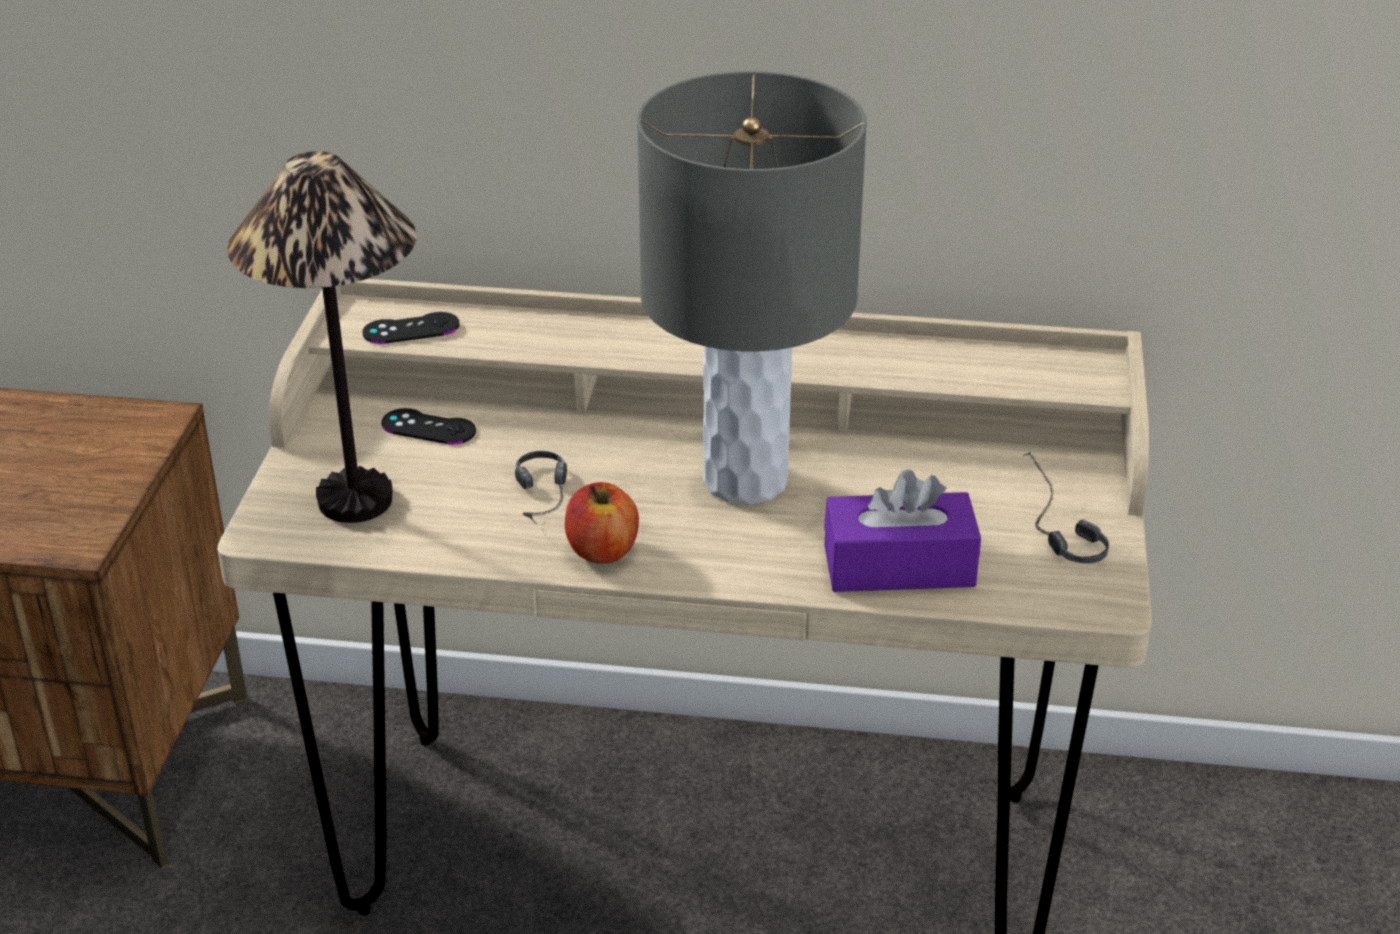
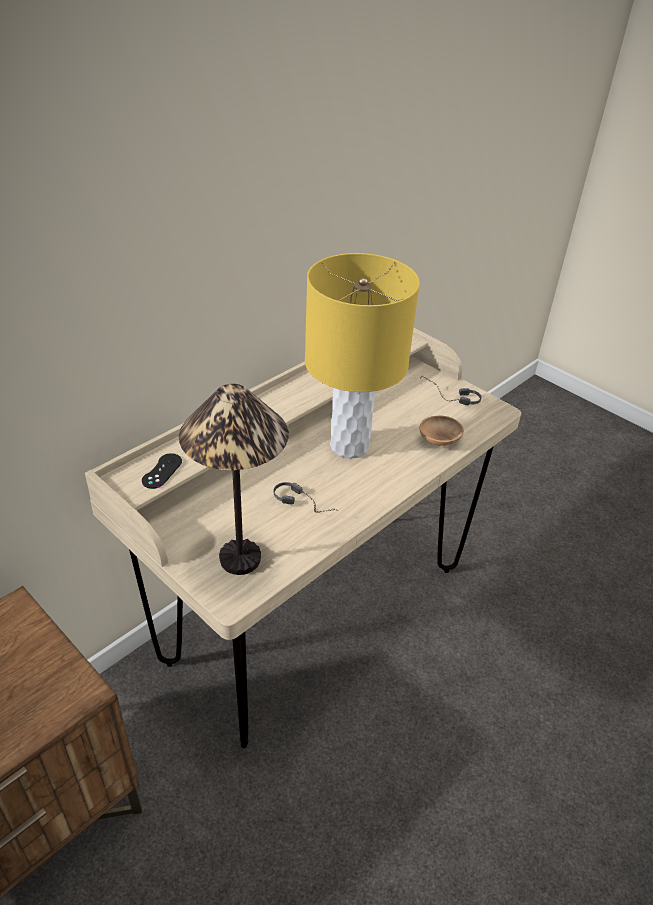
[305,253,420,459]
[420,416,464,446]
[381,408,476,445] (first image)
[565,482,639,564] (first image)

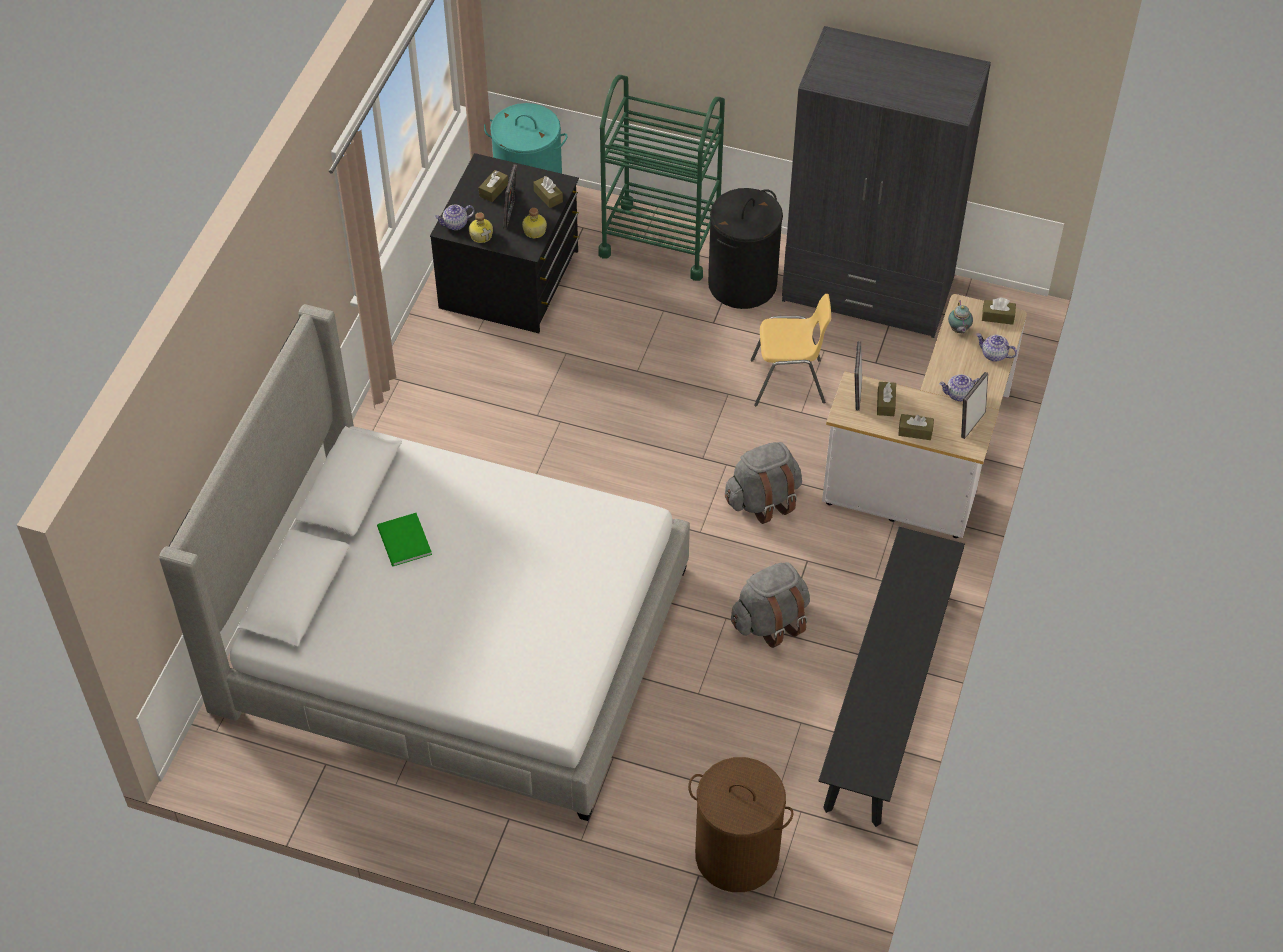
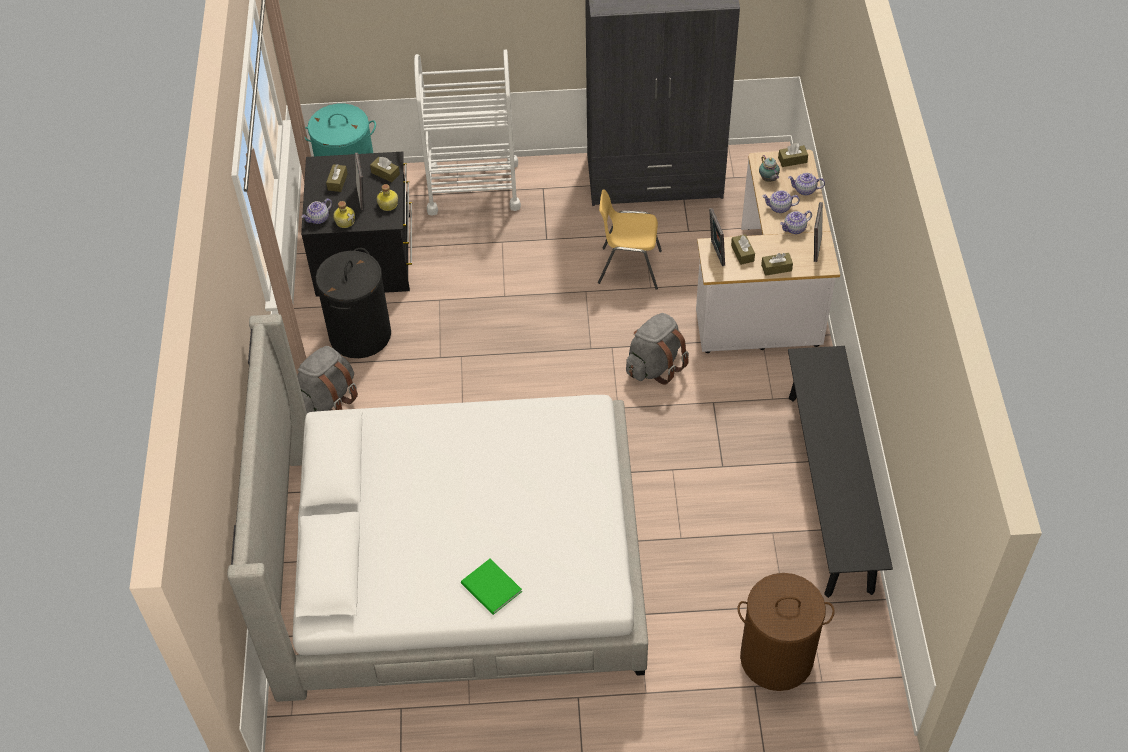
[297,346,358,413]
[315,248,391,358]
[414,49,521,216]
[461,559,522,615]
[598,189,662,290]
[762,190,800,213]

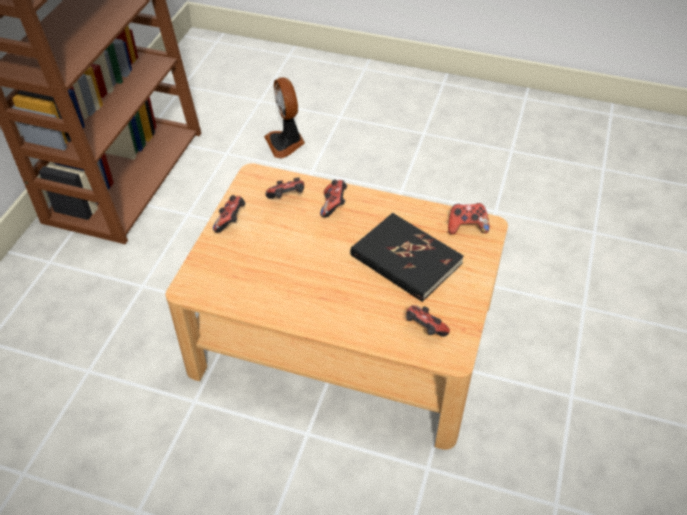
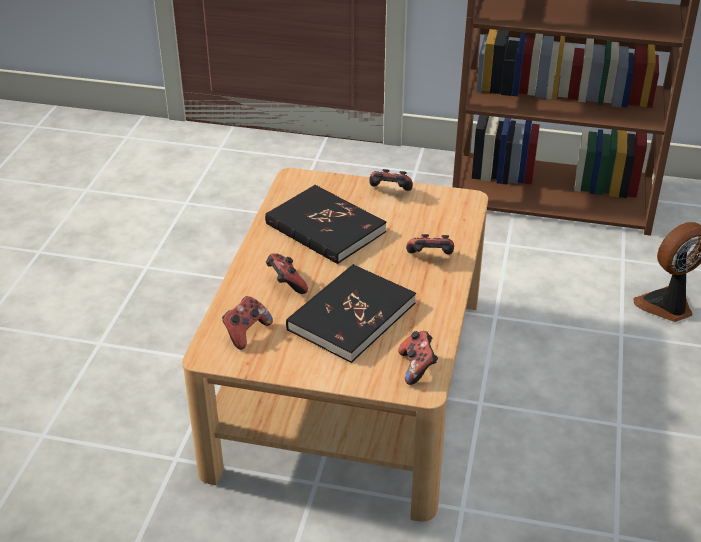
[265,185,386,264]
[266,254,308,294]

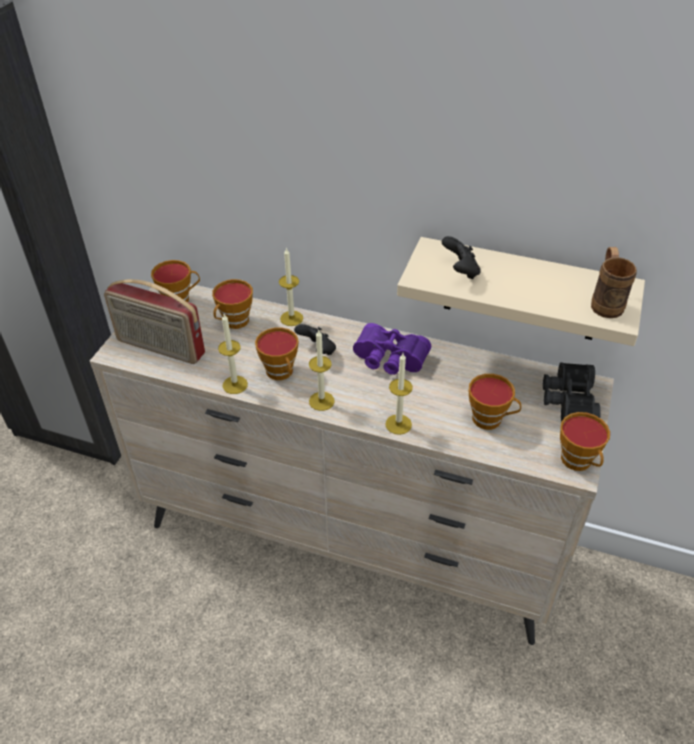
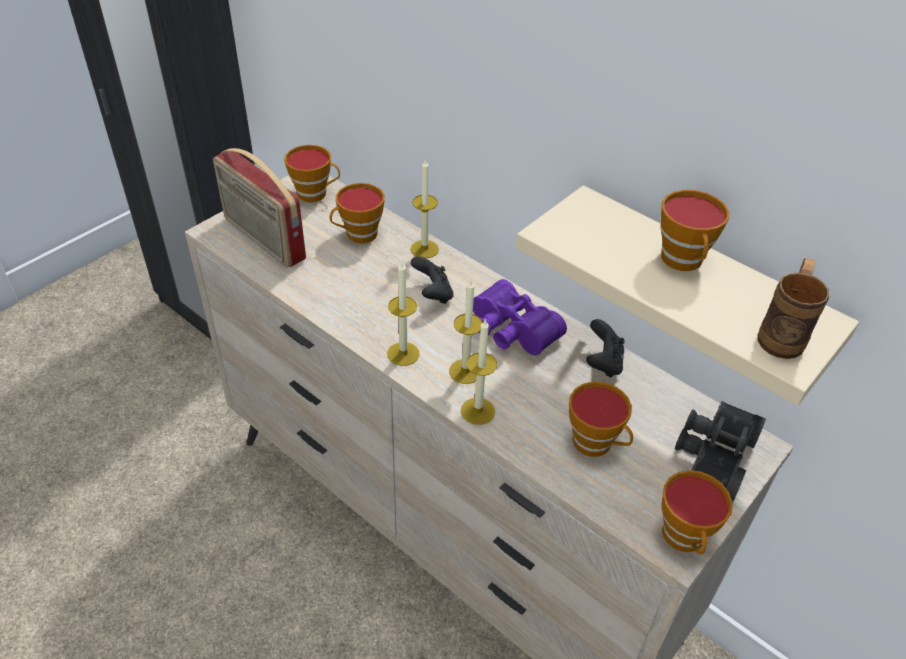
[449,280,483,384]
[586,319,625,377]
[661,190,729,271]

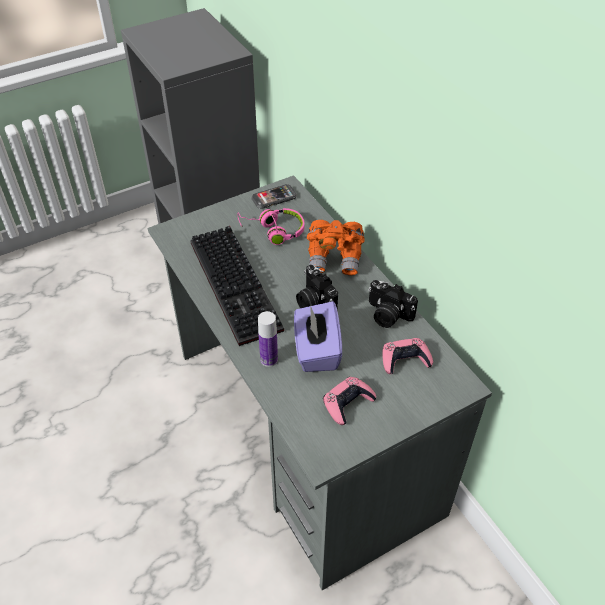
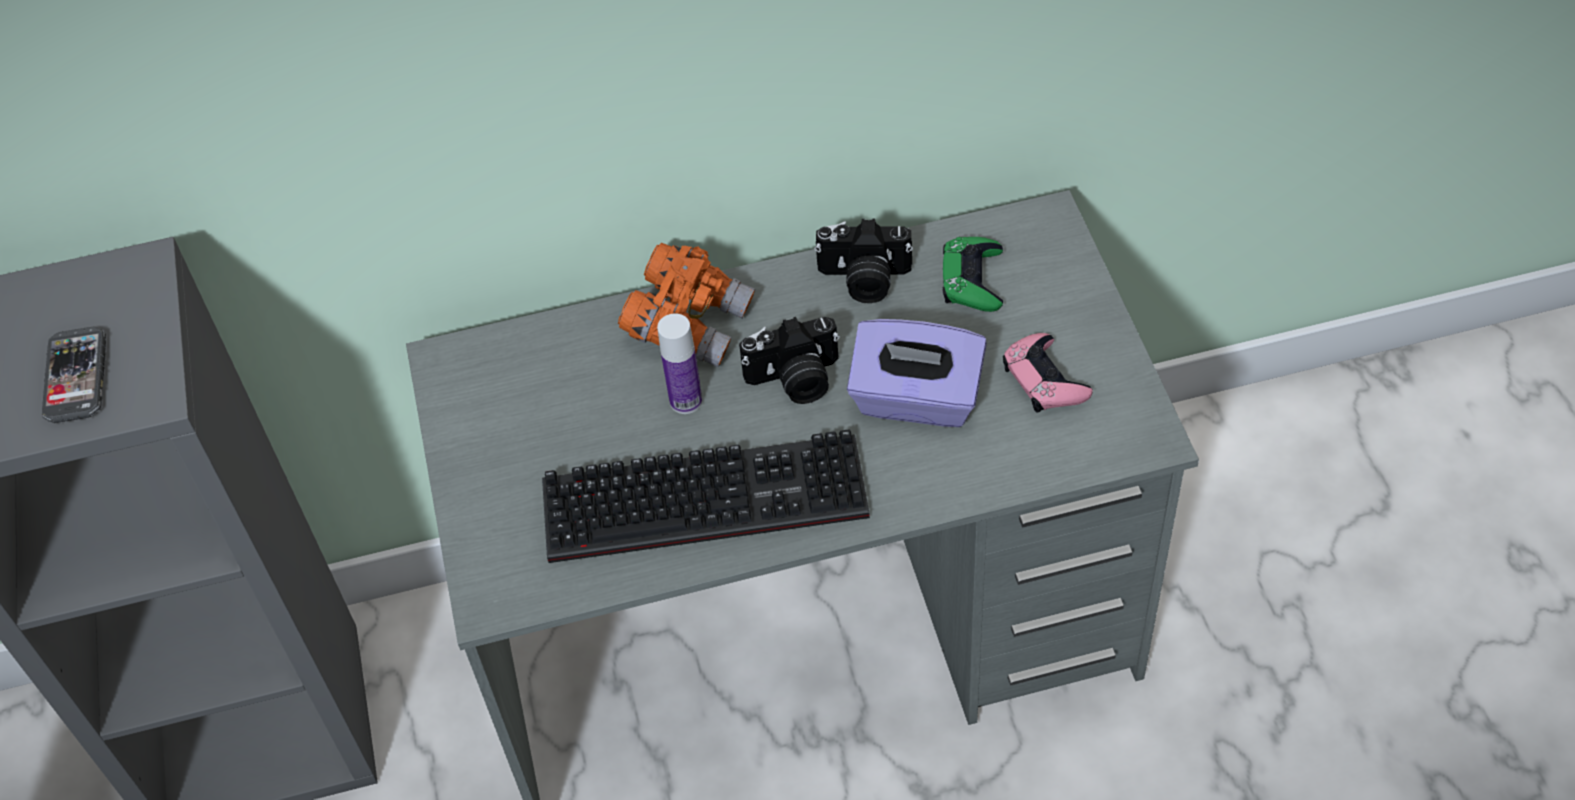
[42,327,106,423]
[657,313,702,414]
[814,219,913,303]
[942,237,1003,312]
[238,208,305,245] (first image)

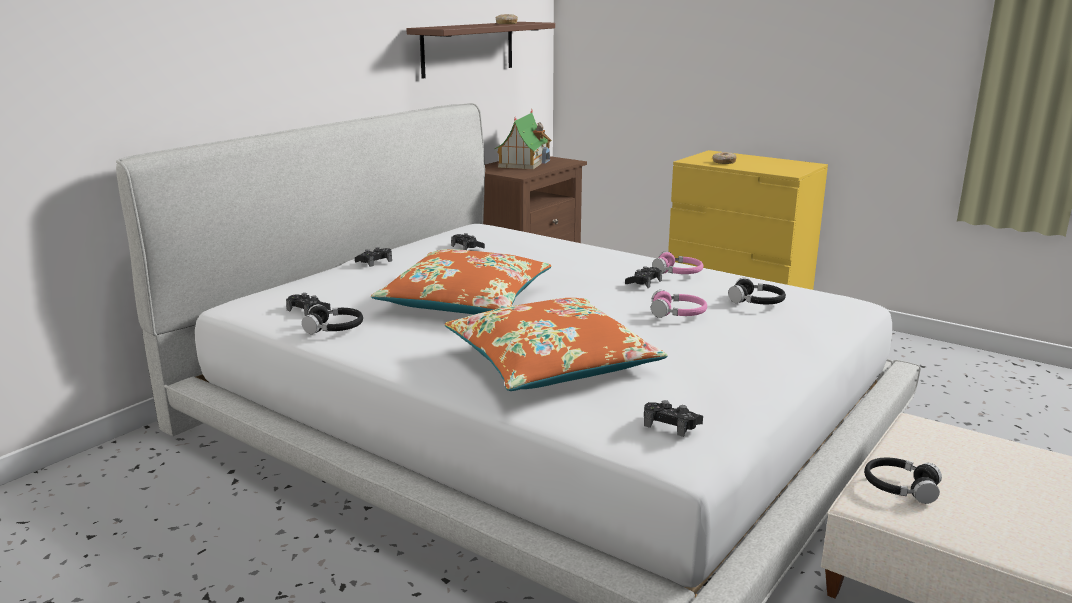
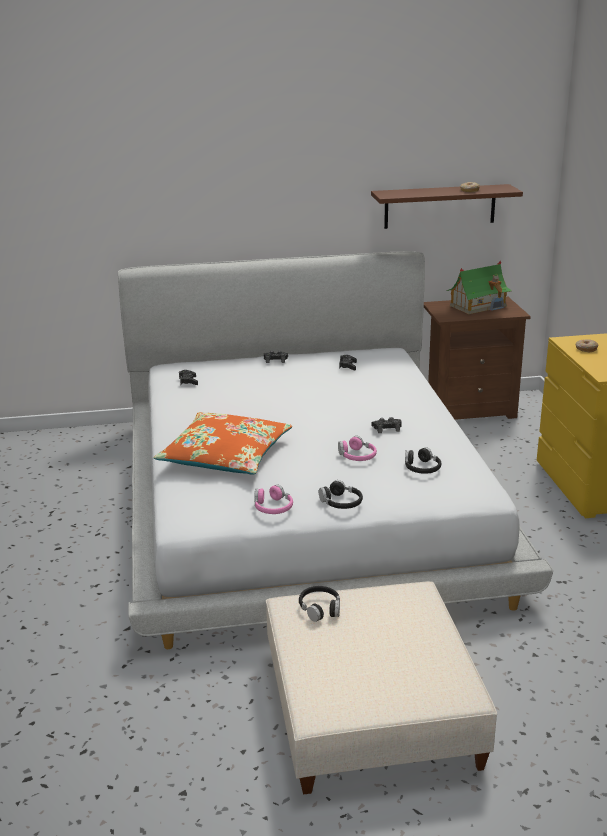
[255,484,293,514]
[319,480,363,509]
[371,249,552,314] (first image)
[644,400,703,437] (first image)

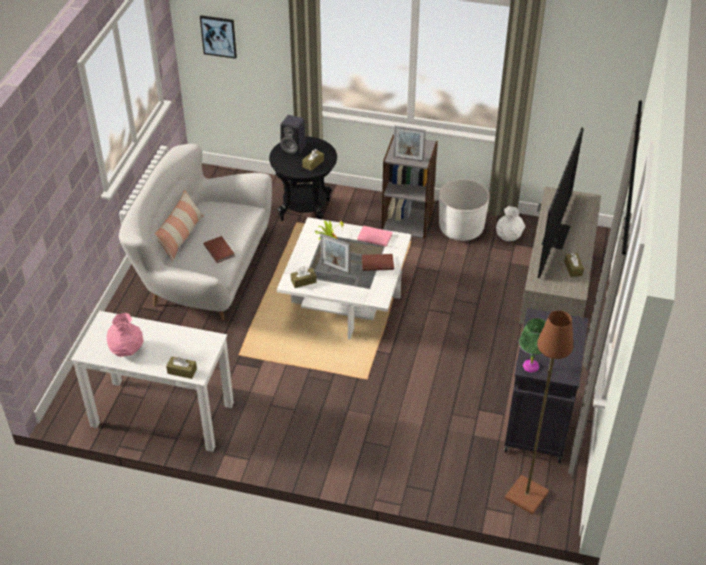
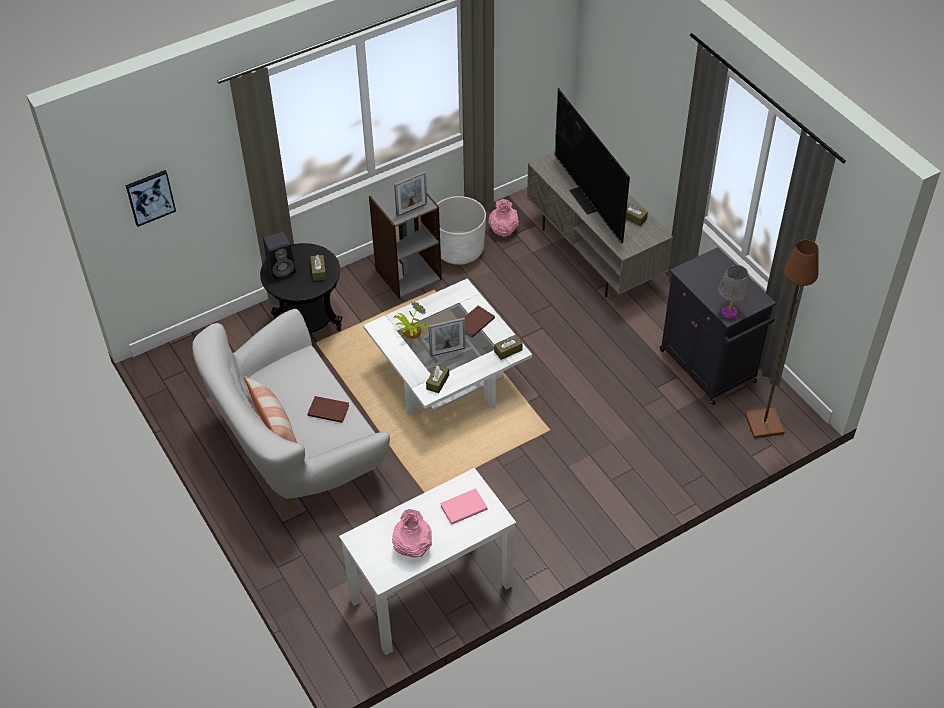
[440,488,488,525]
[488,199,519,236]
[494,335,523,360]
[718,265,750,319]

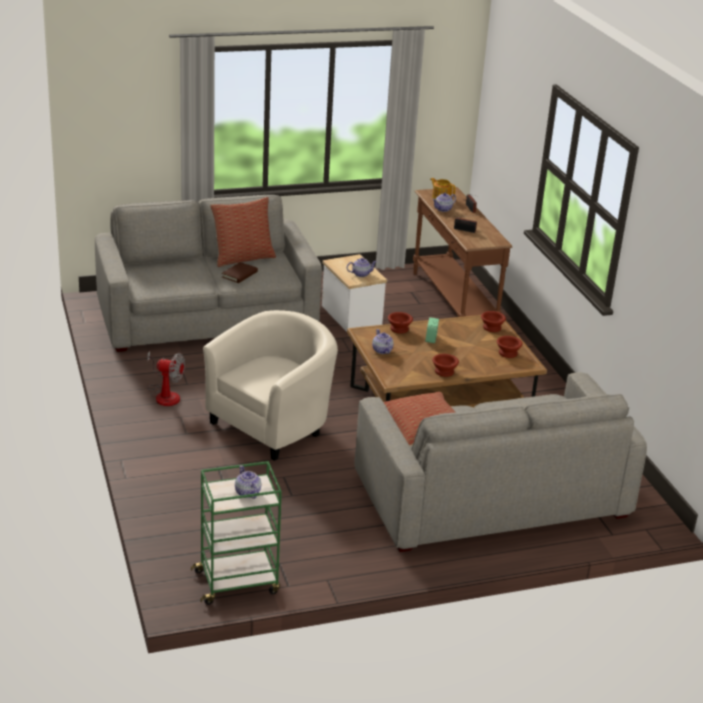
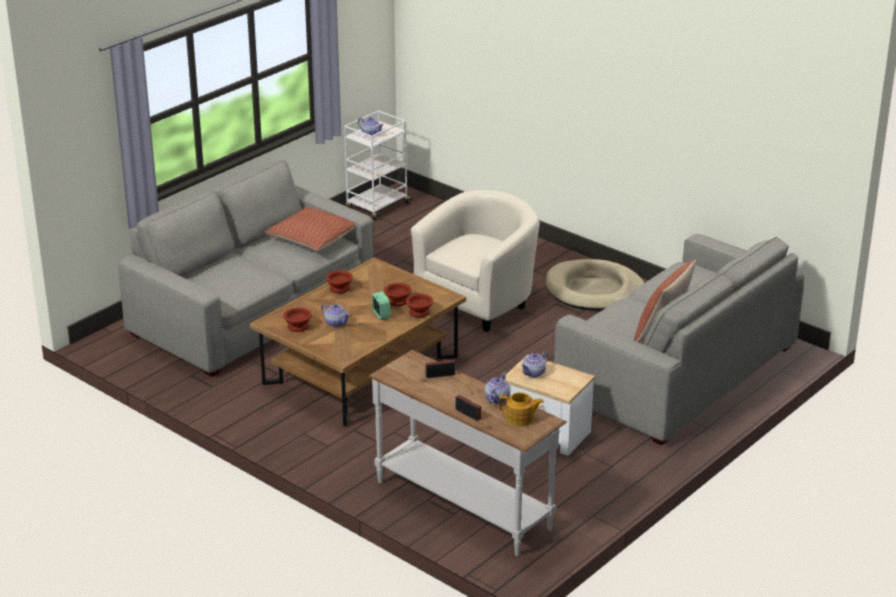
[321,304,350,327]
[344,110,413,221]
[368,350,567,556]
[384,283,411,306]
[411,190,540,332]
[546,259,644,311]
[222,262,258,283] (first image)

